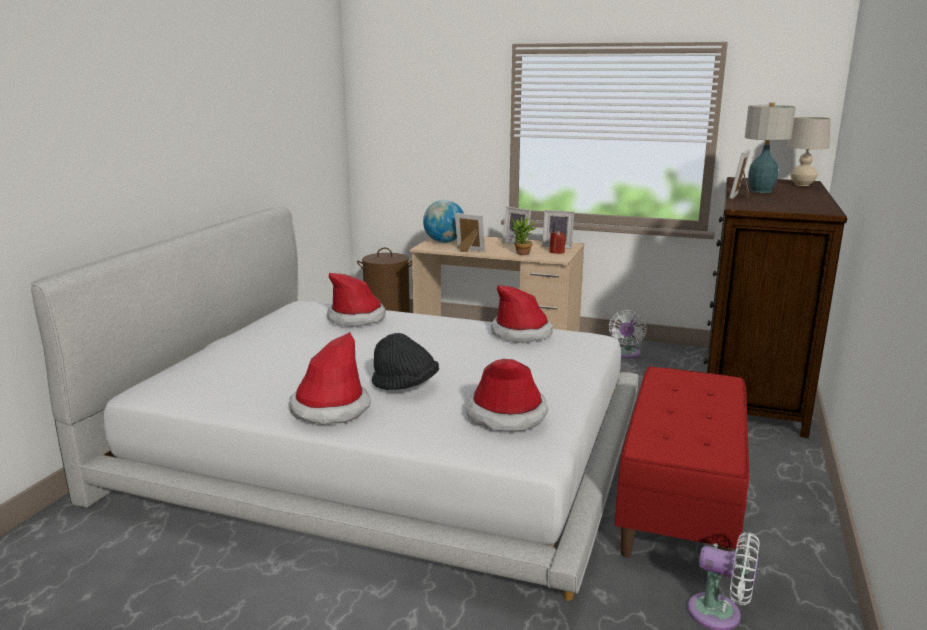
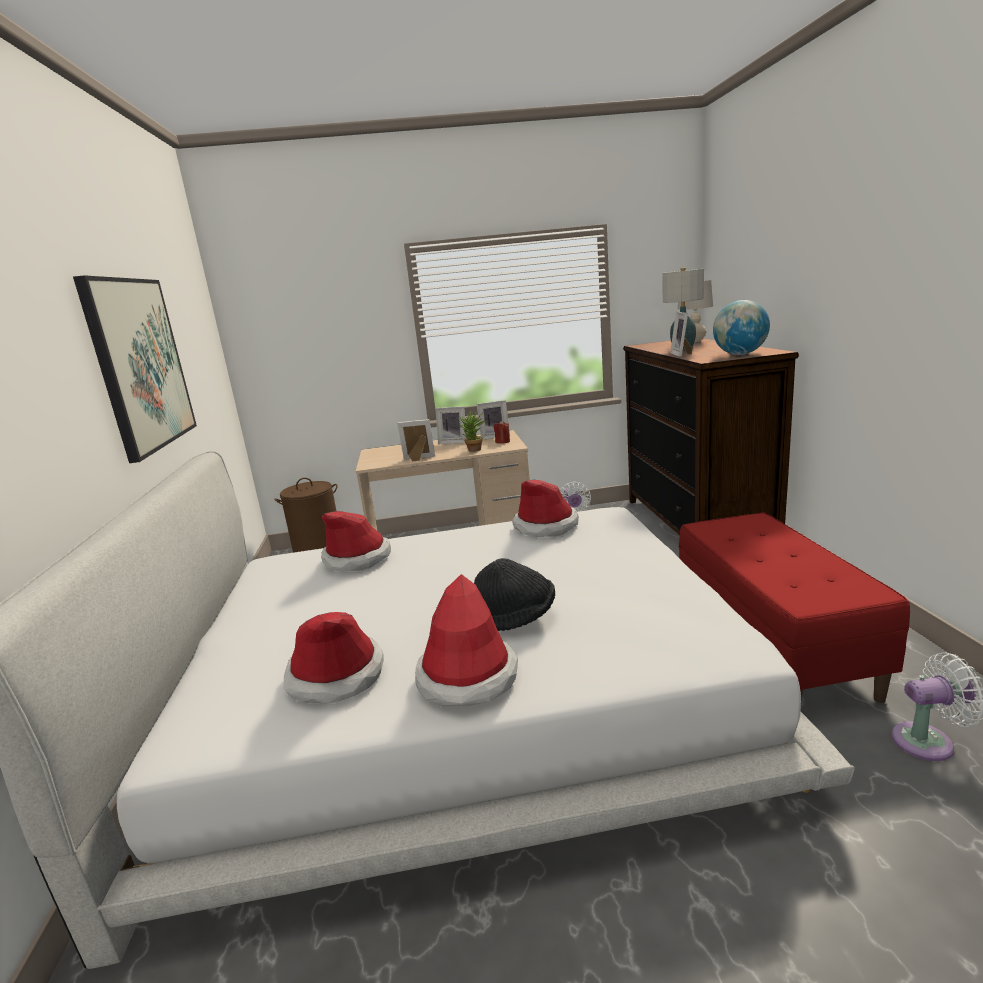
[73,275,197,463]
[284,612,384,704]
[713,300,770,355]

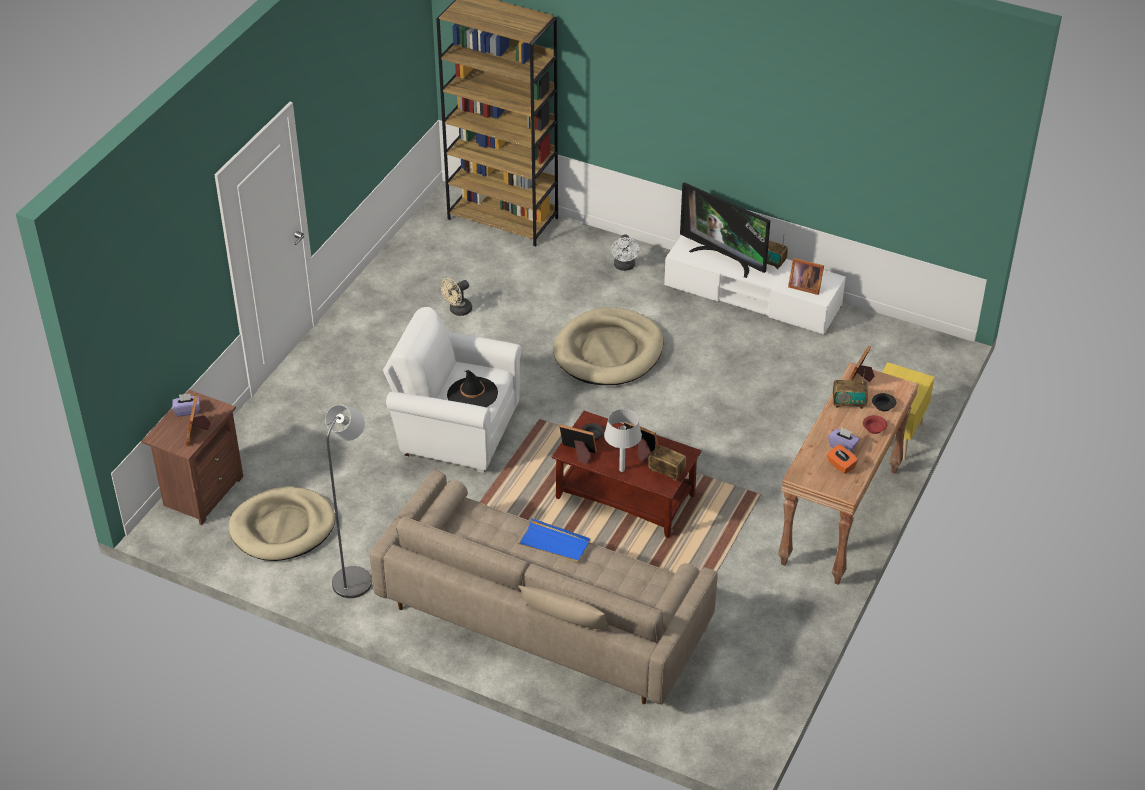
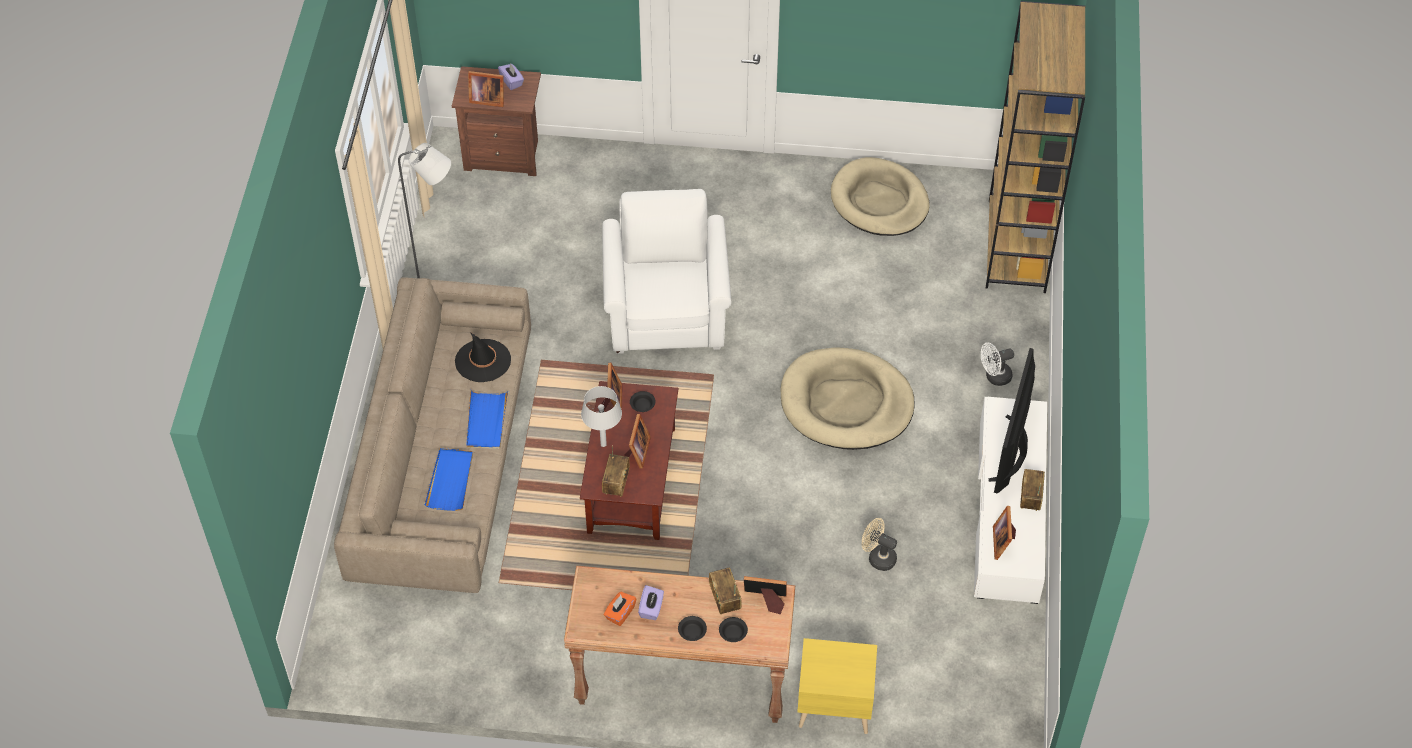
[424,448,473,511]
[455,332,511,382]
[468,71,504,107]
[678,616,707,641]
[831,157,930,236]
[862,518,897,571]
[518,585,611,632] (first image)

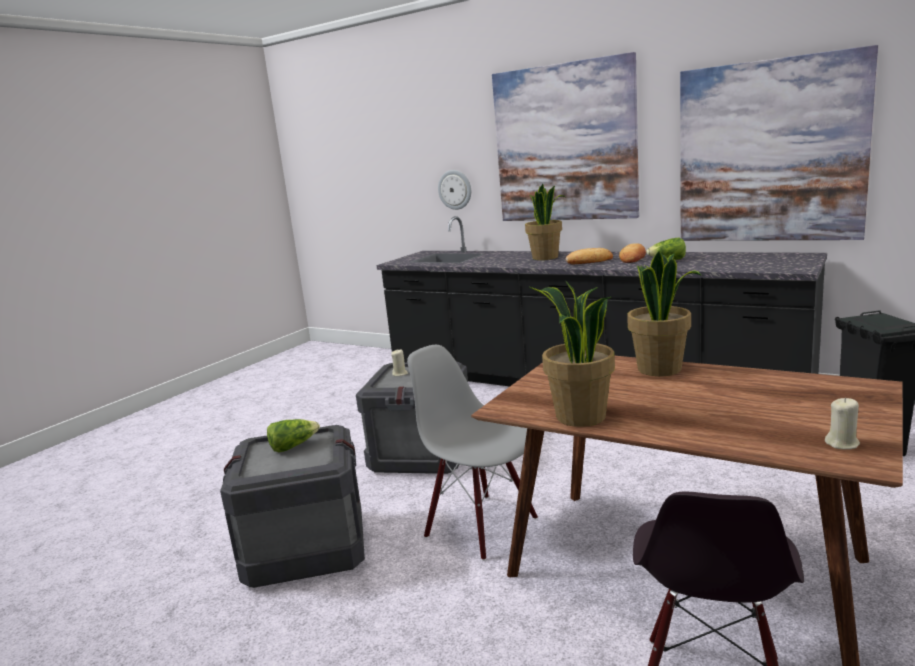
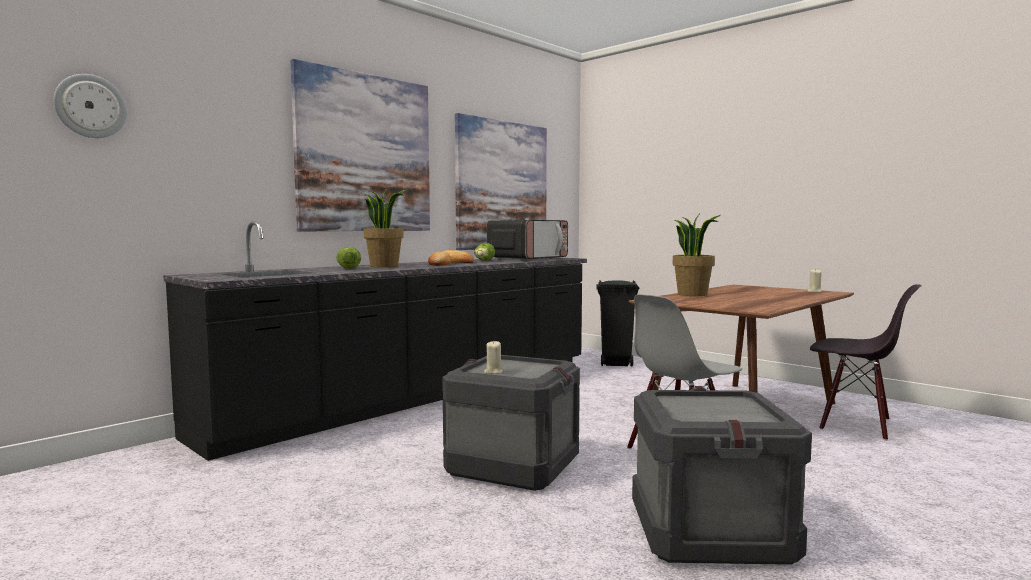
[54,74,127,138]
[336,247,361,269]
[487,220,568,260]
[528,280,615,427] (first image)

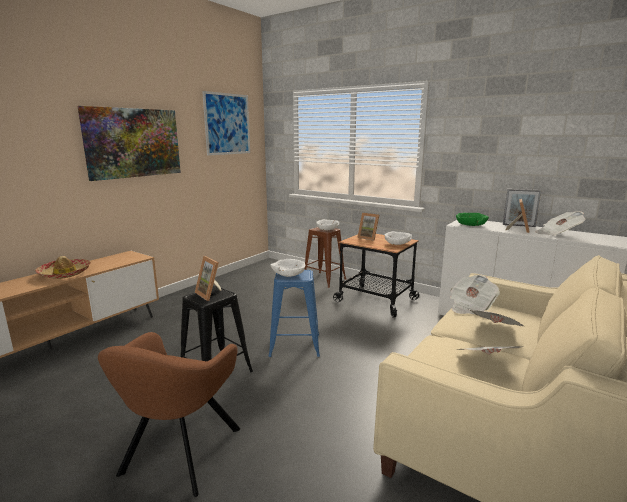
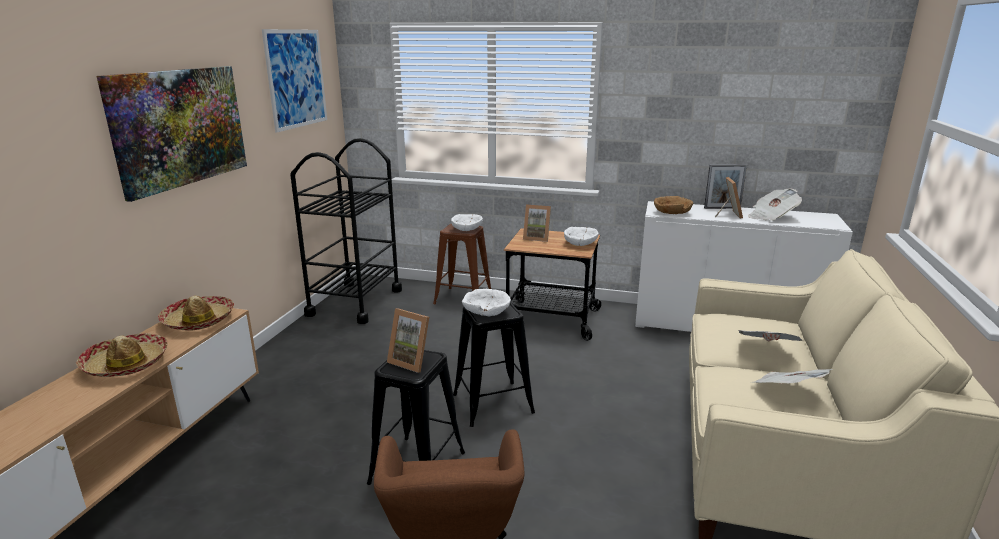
[158,296,234,330]
[290,138,402,324]
[453,301,535,427]
[654,196,693,214]
[450,275,500,314] (first image)

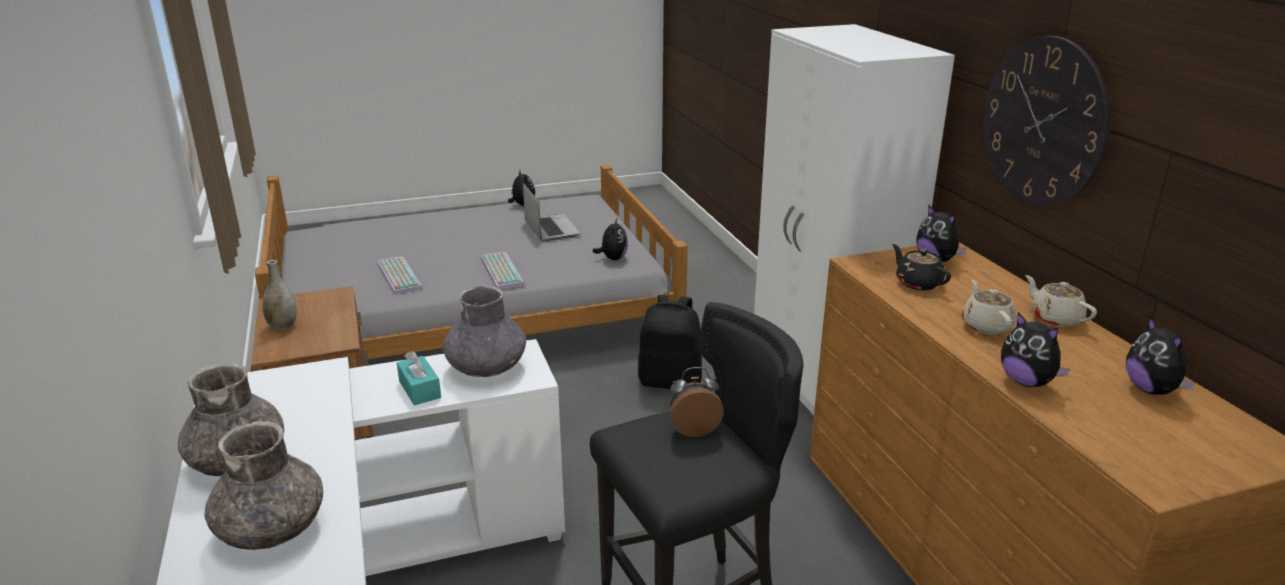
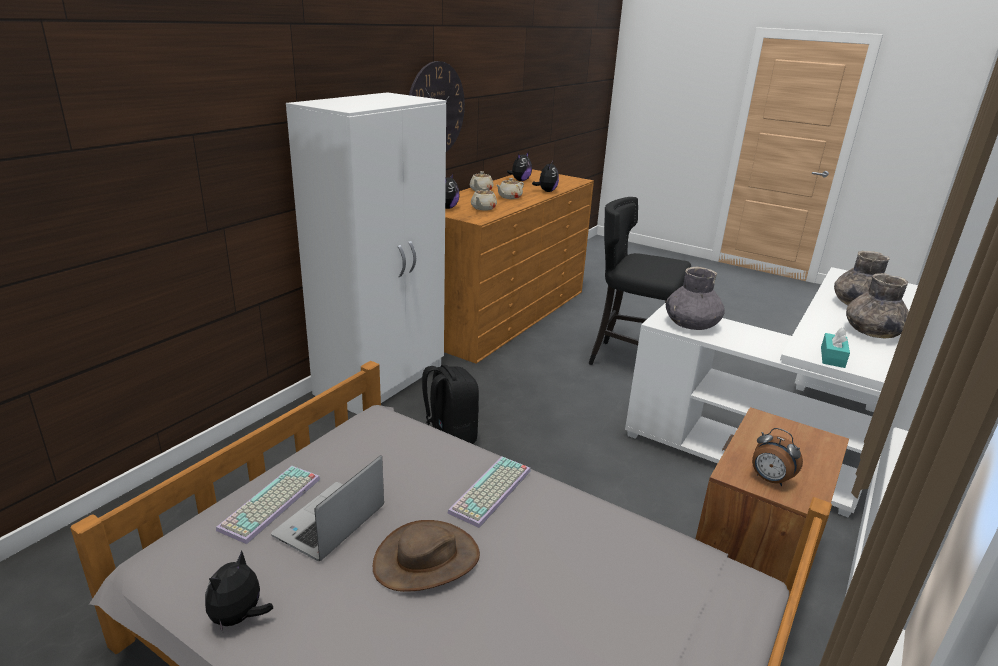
[216,466,320,544]
[373,520,480,592]
[471,188,497,211]
[752,428,803,486]
[821,327,850,368]
[262,260,297,330] (first image)
[593,218,628,260] (first image)

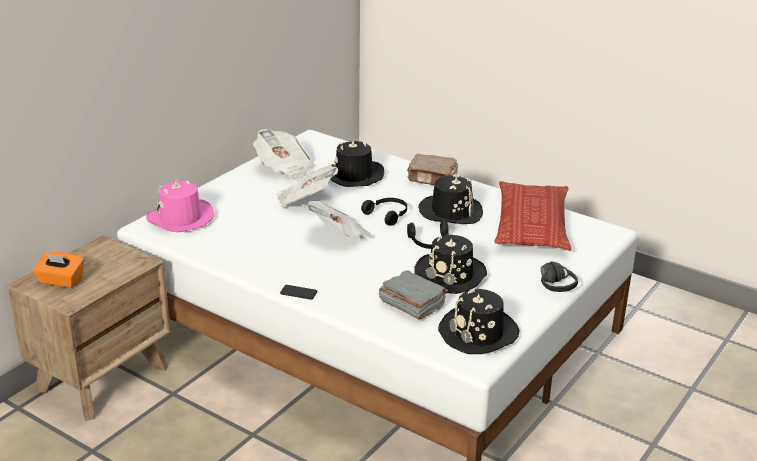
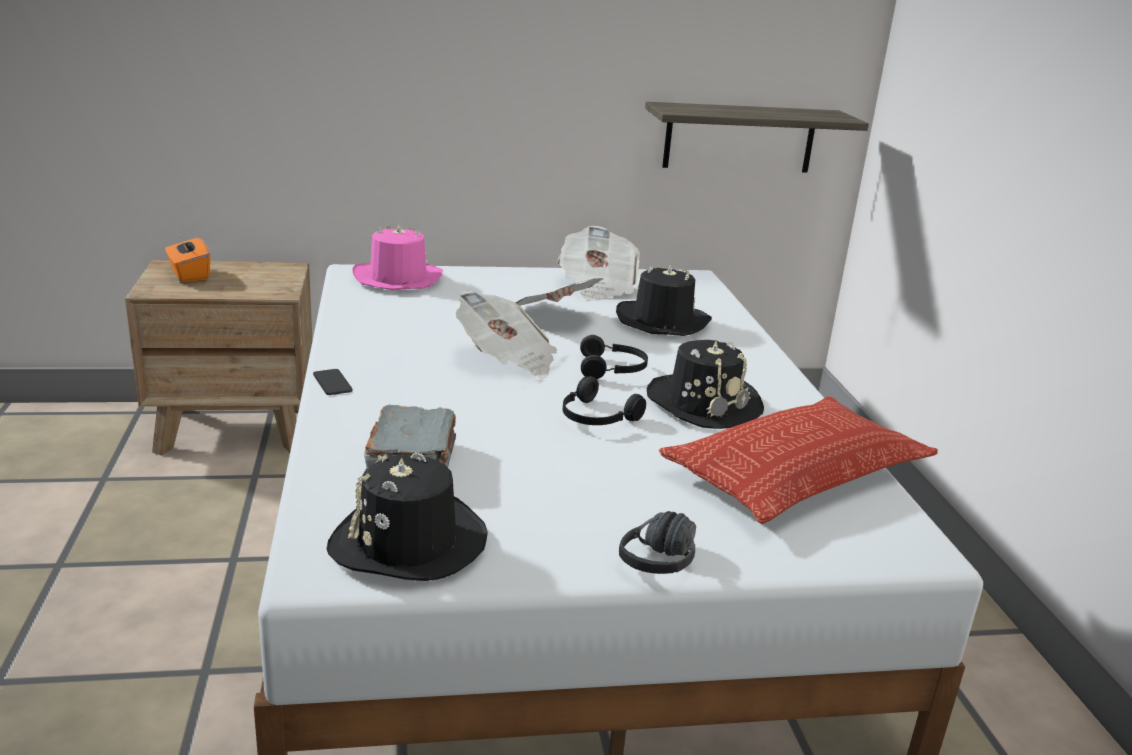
[645,102,869,173]
[407,154,458,185] (first image)
[414,235,487,294] (first image)

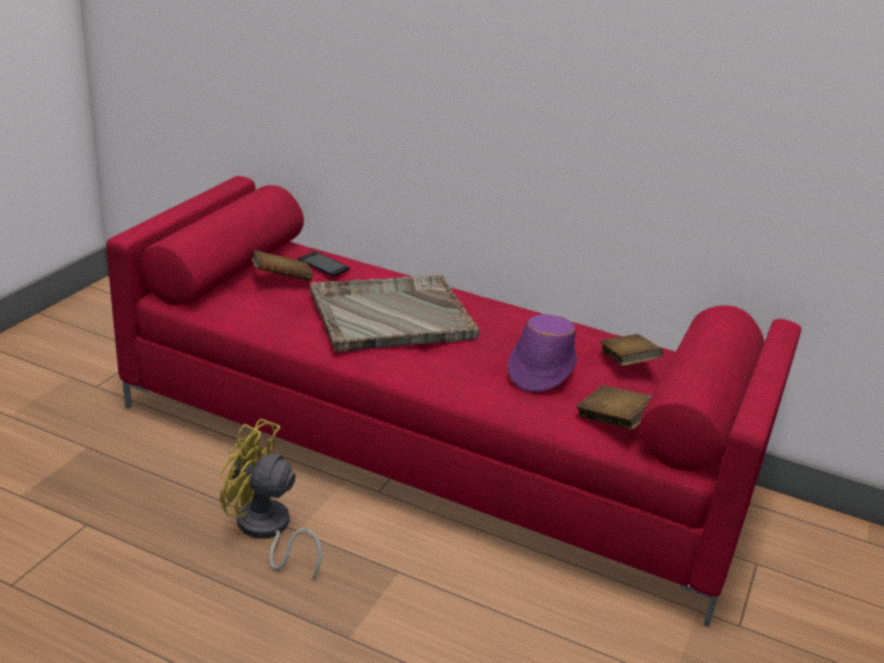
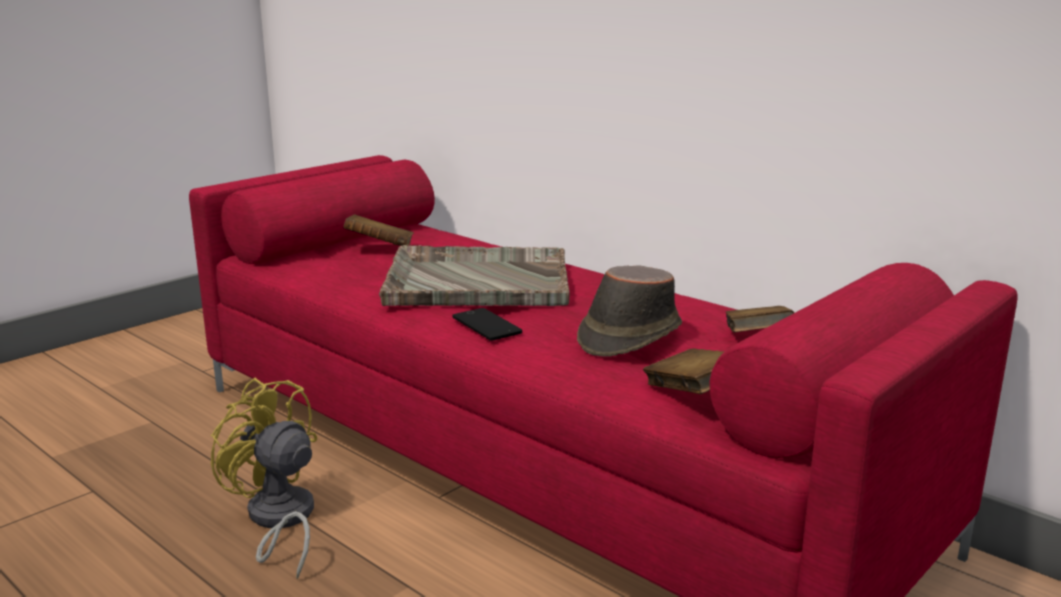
[452,308,522,341]
[577,266,682,357]

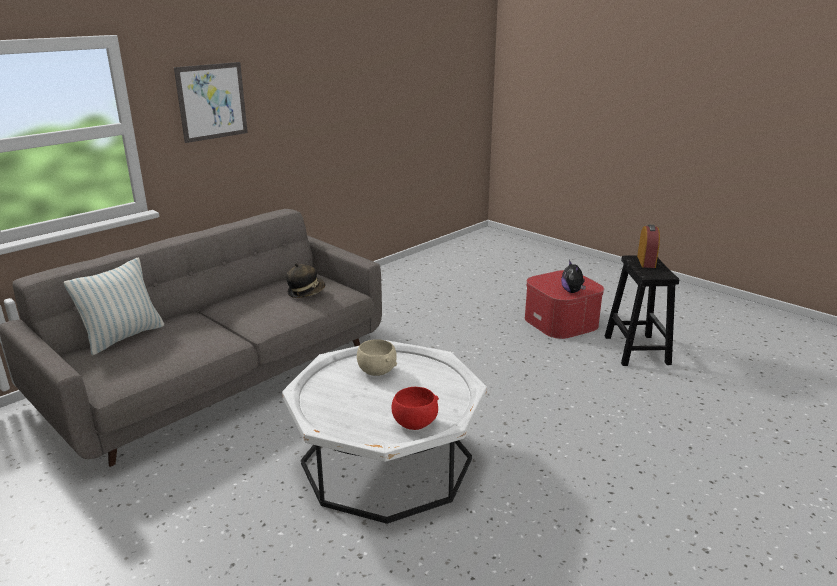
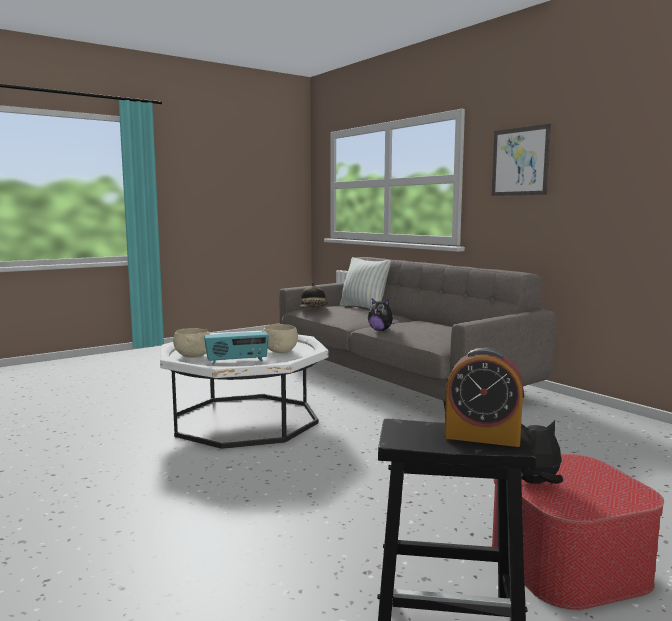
[173,328,210,358]
[204,332,269,364]
[300,283,328,308]
[368,298,397,331]

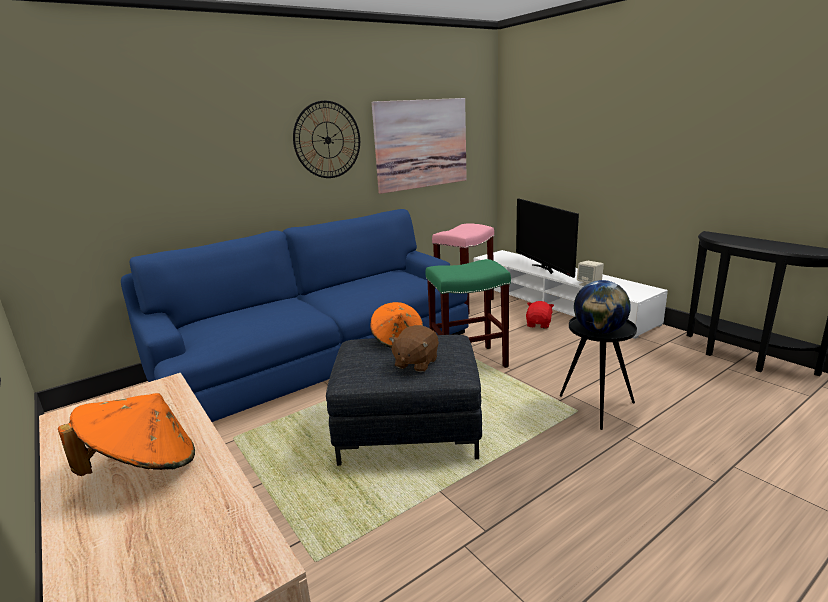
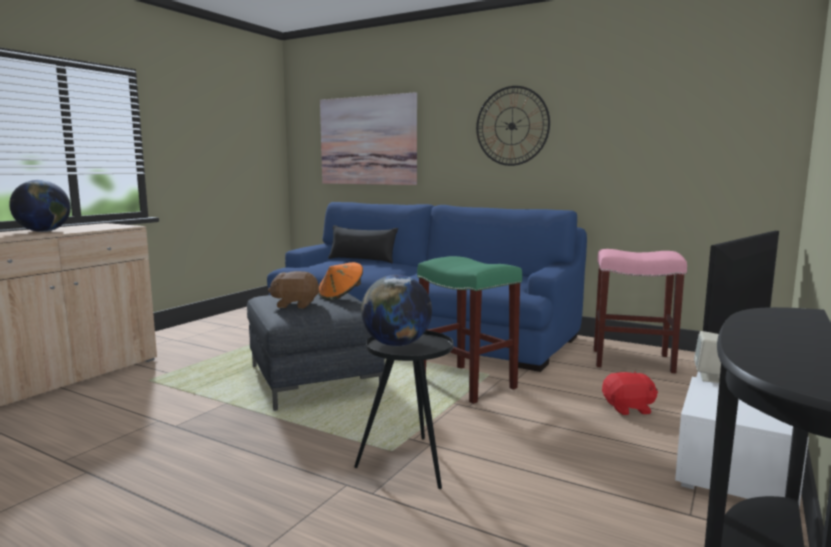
[9,180,71,232]
[320,92,417,185]
[328,225,398,263]

